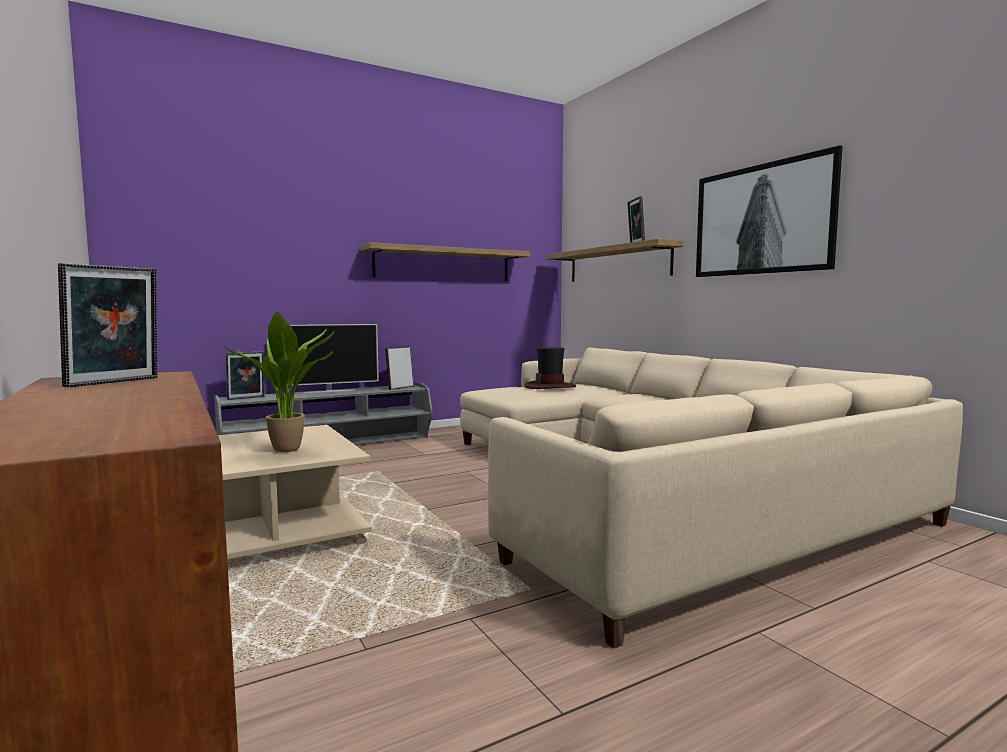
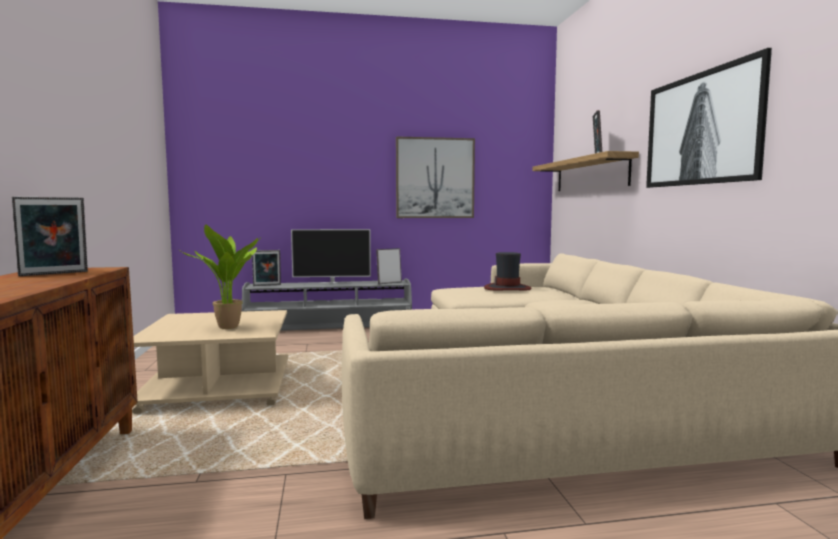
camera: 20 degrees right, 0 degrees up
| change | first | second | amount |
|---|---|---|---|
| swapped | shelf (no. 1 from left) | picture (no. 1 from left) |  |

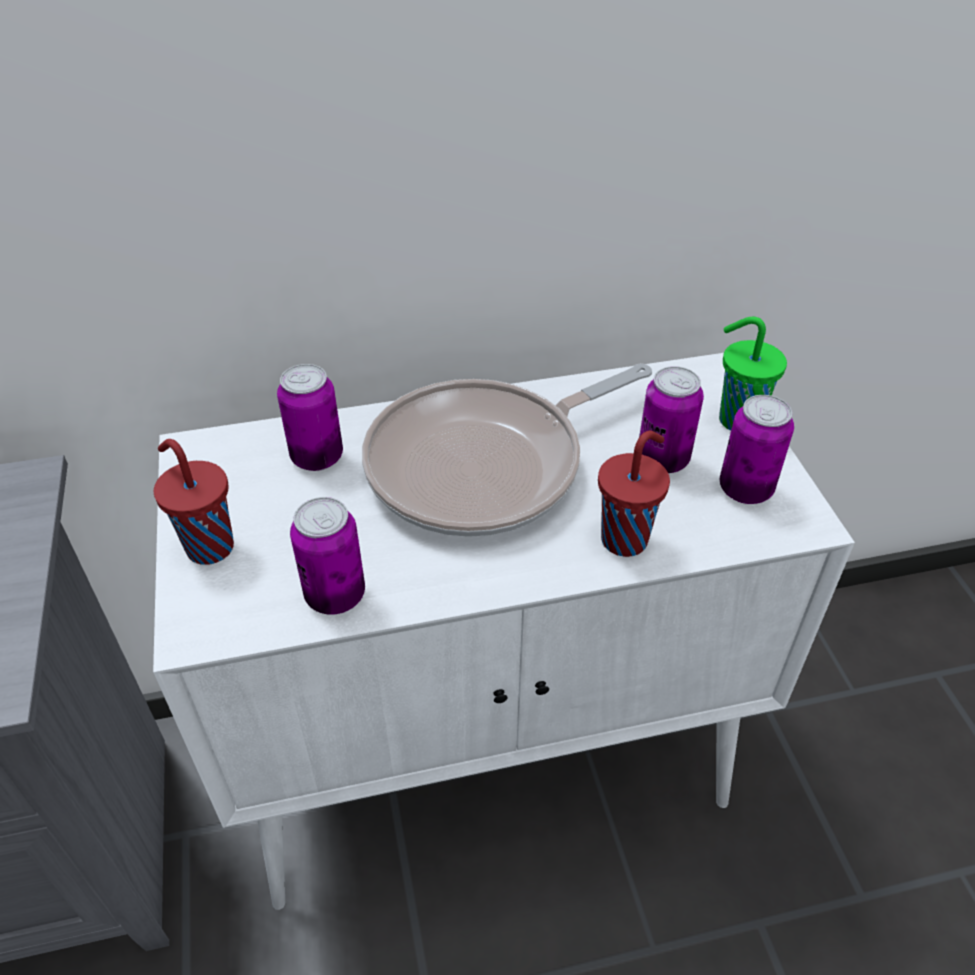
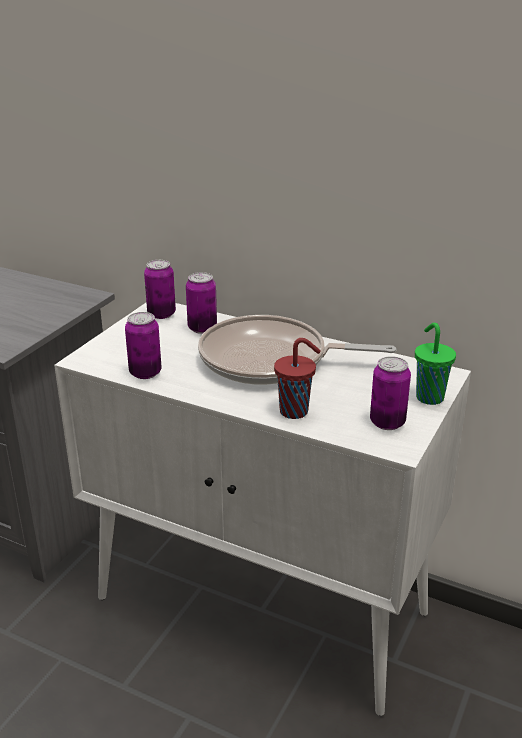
camera: 40 degrees right, 15 degrees down
| change | first | second | amount |
|---|---|---|---|
| shifted | can (no. 3 from left in the first image) | can (no. 2 from left) |  |
| gone | cup in red (no. 1 from left) |  |  |

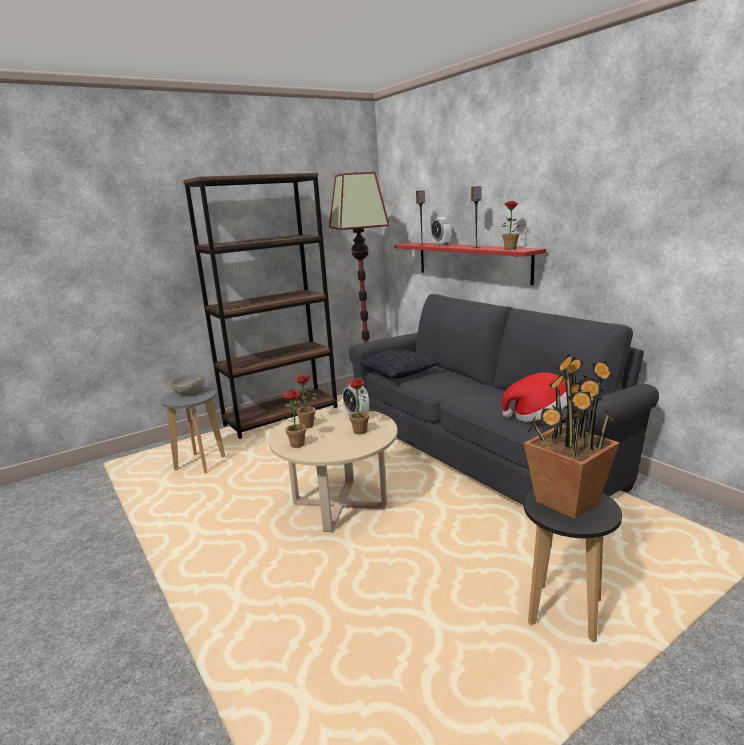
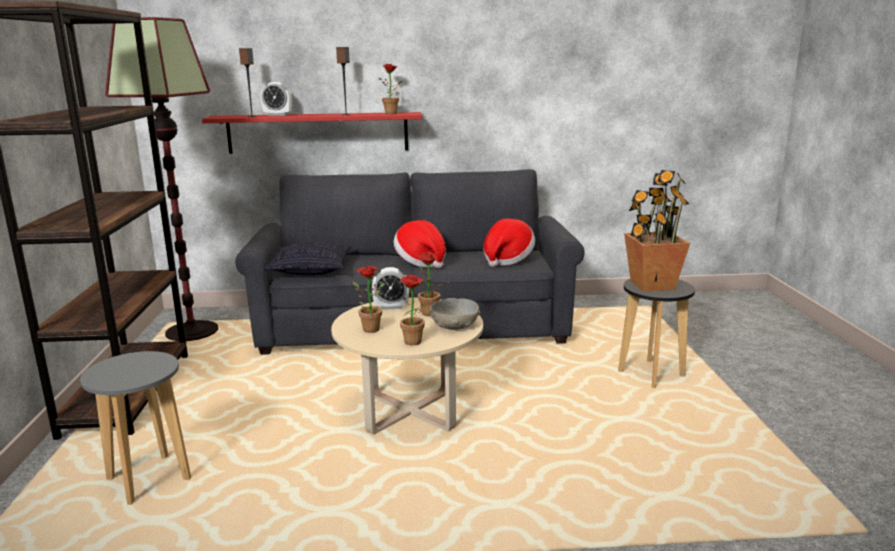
camera: 60 degrees left, 0 degrees up
| change | first | second | amount |
|---|---|---|---|
| shifted | bowl in grey |  |  |
| new |  | hat (no. 1 from left) |  |

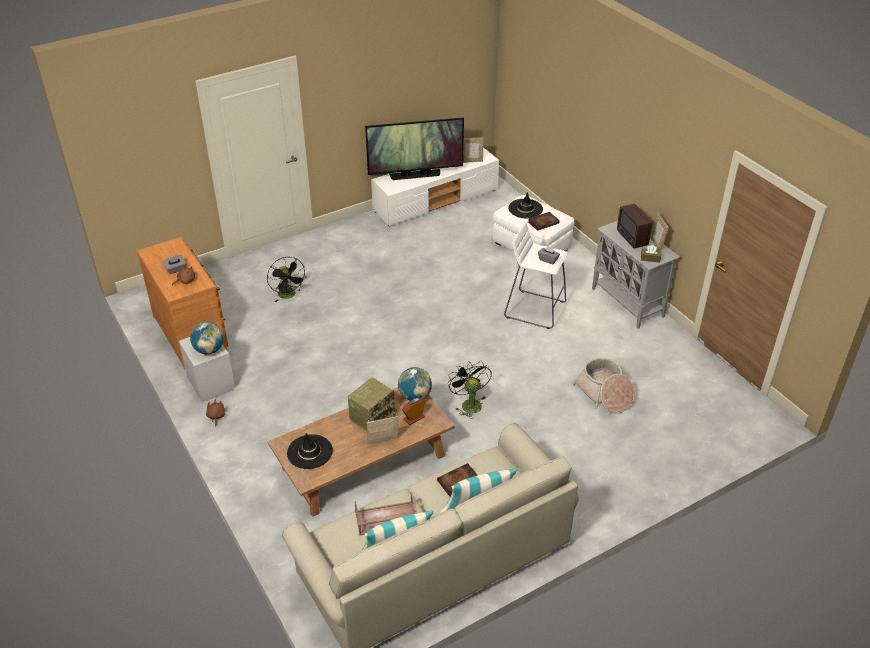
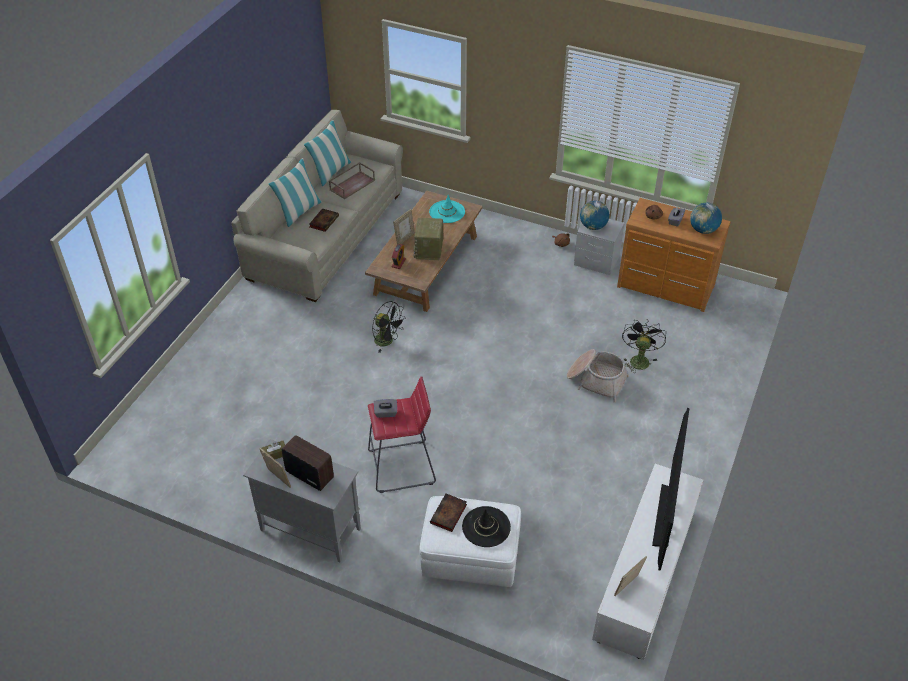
camera: 145 degrees right, 5 degrees up
| change | first | second | amount |
|---|---|---|---|
| rotated | television |  | 150 degrees clockwise |
| repainted | stool in white | stool in red |  |
| rotated | fan in black (no. 1 from left in the first image) | fan in black (no. 2 from left) | 75 degrees clockwise |
| shifted | basket |  |  |
| shifted | globe (no. 2 from left) |  |  |
| repainted | hat in black (no. 1 from left) | hat in turquoise |  |

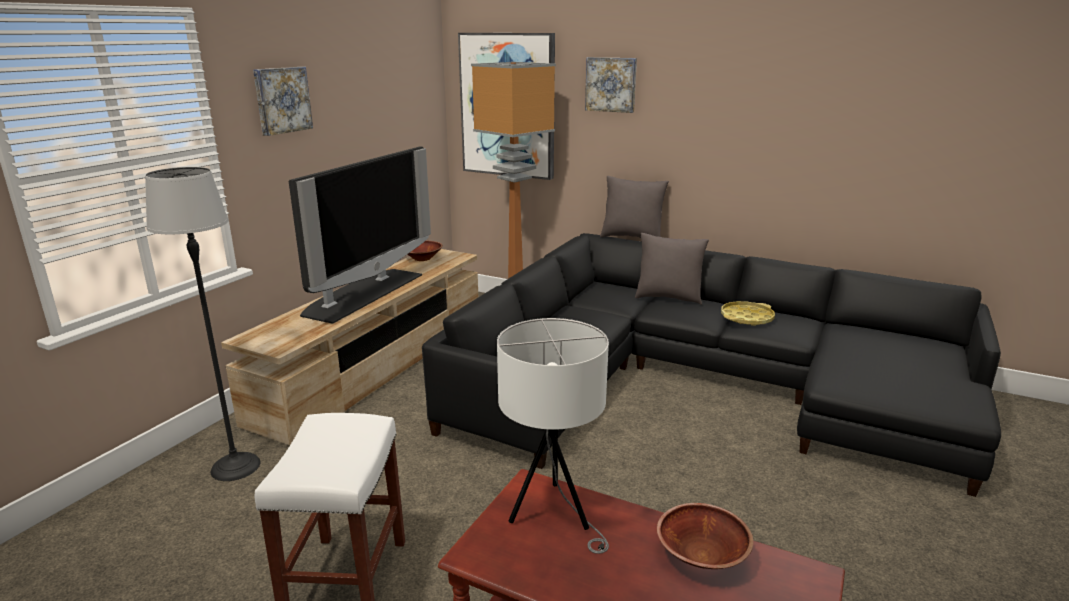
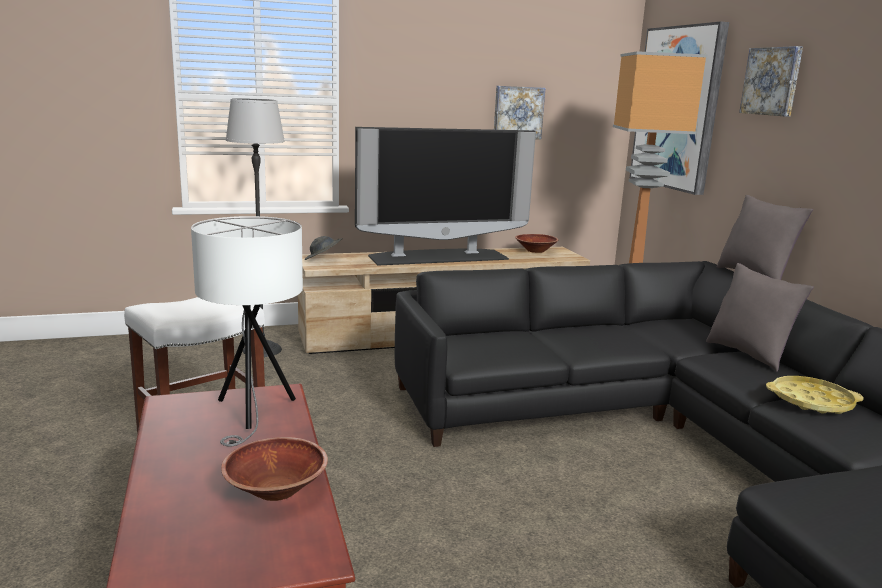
camera: 45 degrees right, 5 degrees down
| change | first | second | amount |
|---|---|---|---|
| shifted | picture (no. 1 from left) |  |  |
| new |  | hat in grey |  |

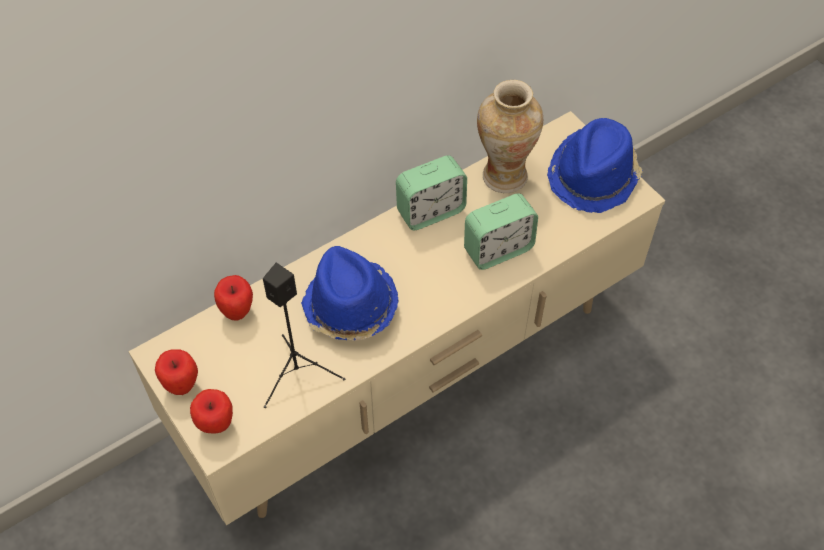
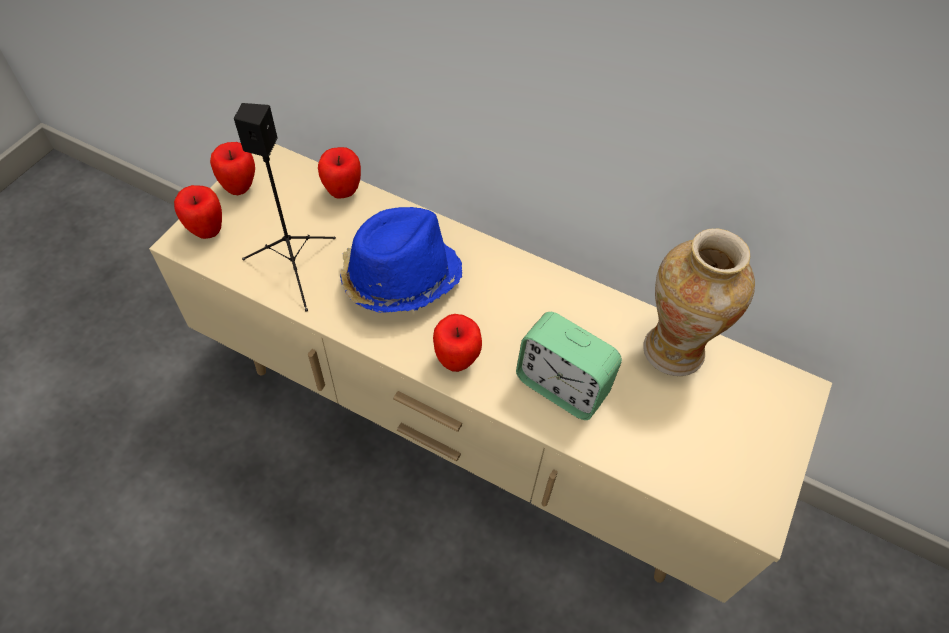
camera: 60 degrees right, 0 degrees up
| change | first | second | amount |
|---|---|---|---|
| gone | hat in blue (no. 2 from left) |  |  |
| gone | alarm clock (no. 1 from left) |  |  |
| new |  | apple (no. 4 from left) |  |

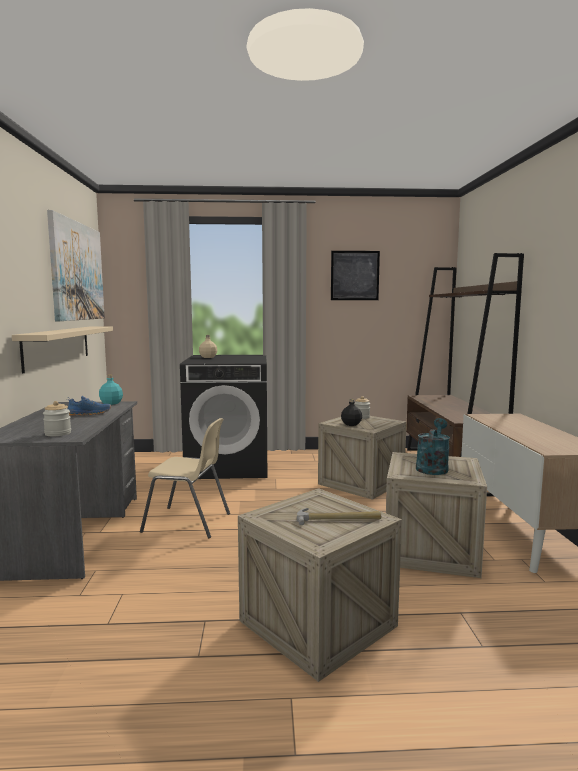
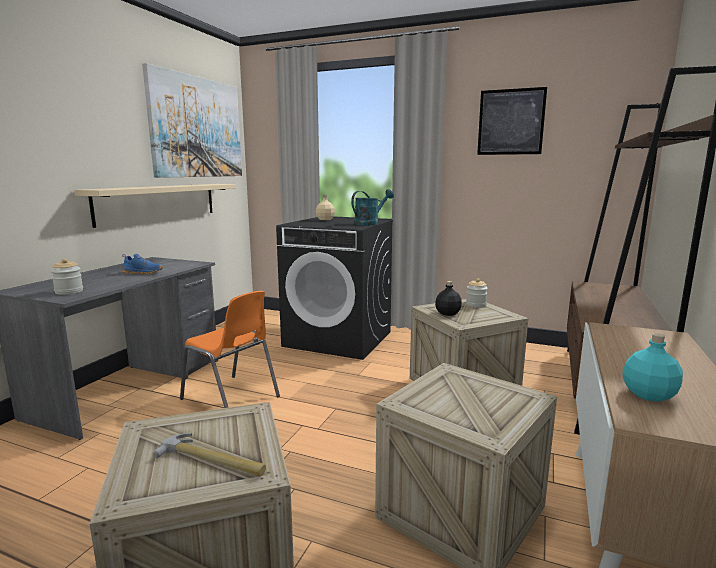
camera: 25 degrees right, 5 degrees up
| change | first | second | amount |
|---|---|---|---|
| shifted | bottle in turquoise |  |  |
| repainted | chair in beige | chair in orange |  |
| shifted | watering can in turquoise |  |  |

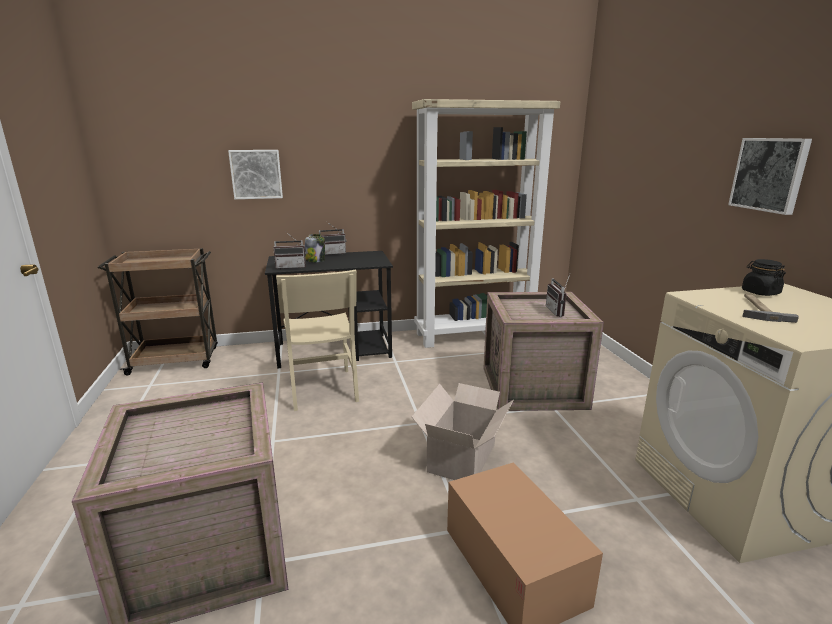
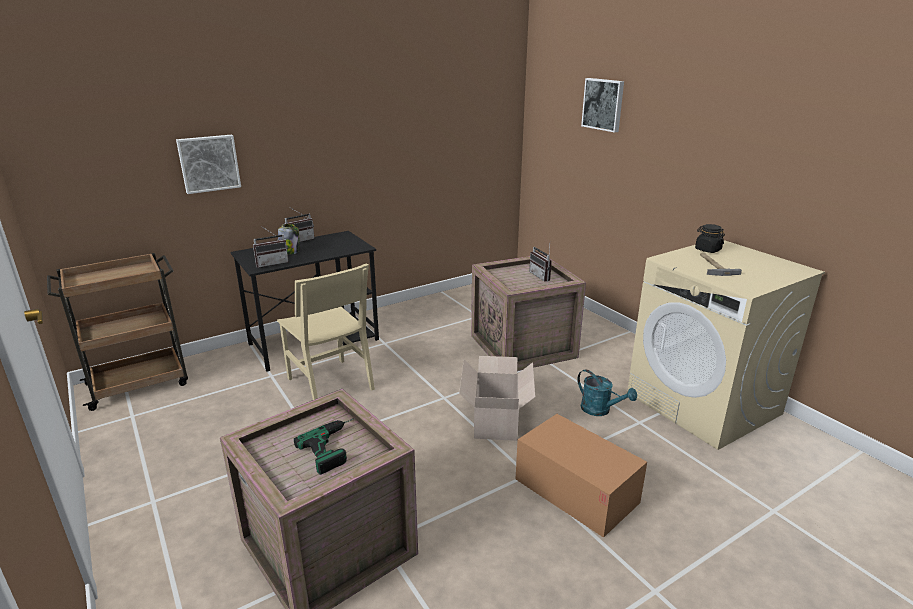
camera: 20 degrees left, 5 degrees up
| change | first | second | amount |
|---|---|---|---|
| gone | bookcase in beige |  |  |
| shifted | picture (no. 2 from left) |  |  |
| new |  | watering can in turquoise |  |
| new |  | power drill |  |

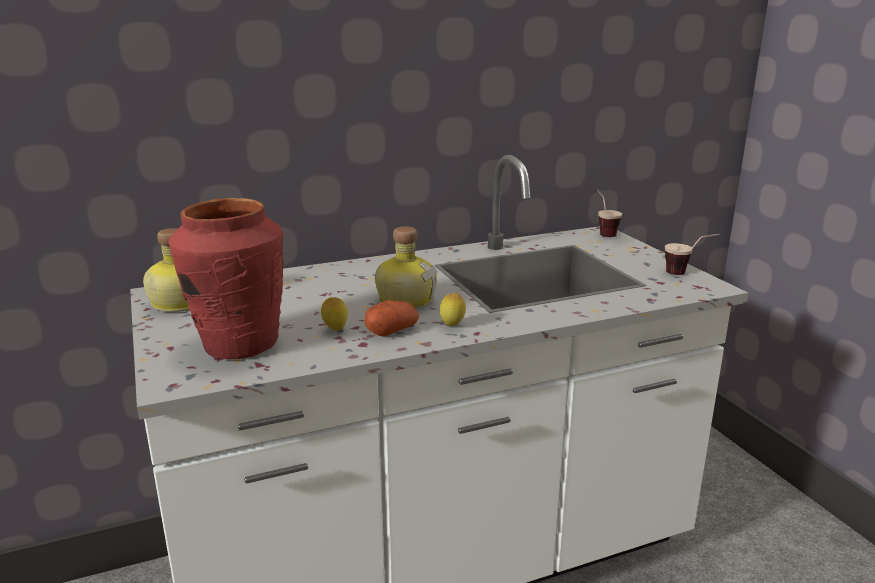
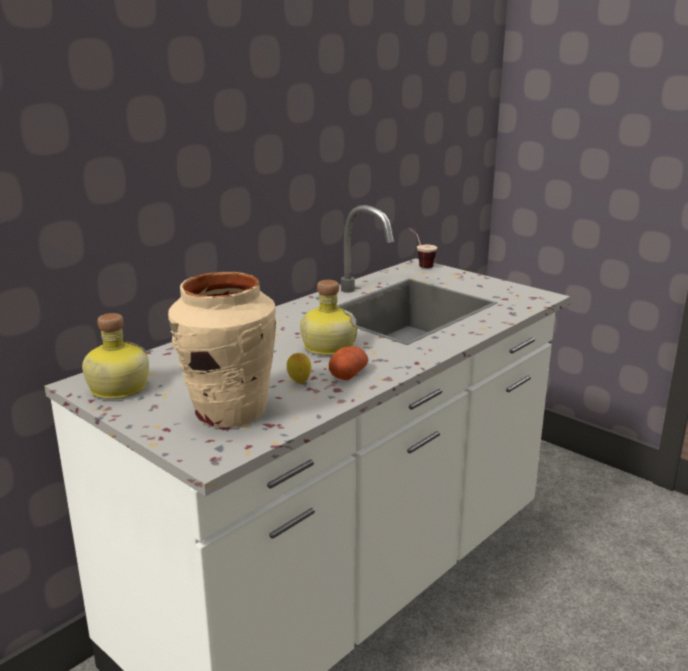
camera: 25 degrees left, 0 degrees up
| change | first | second | amount |
|---|---|---|---|
| repainted | vase in red | vase in beige |  |
| gone | cup (no. 2 from left) |  |  |
| gone | lemon (no. 2 from left) |  |  |

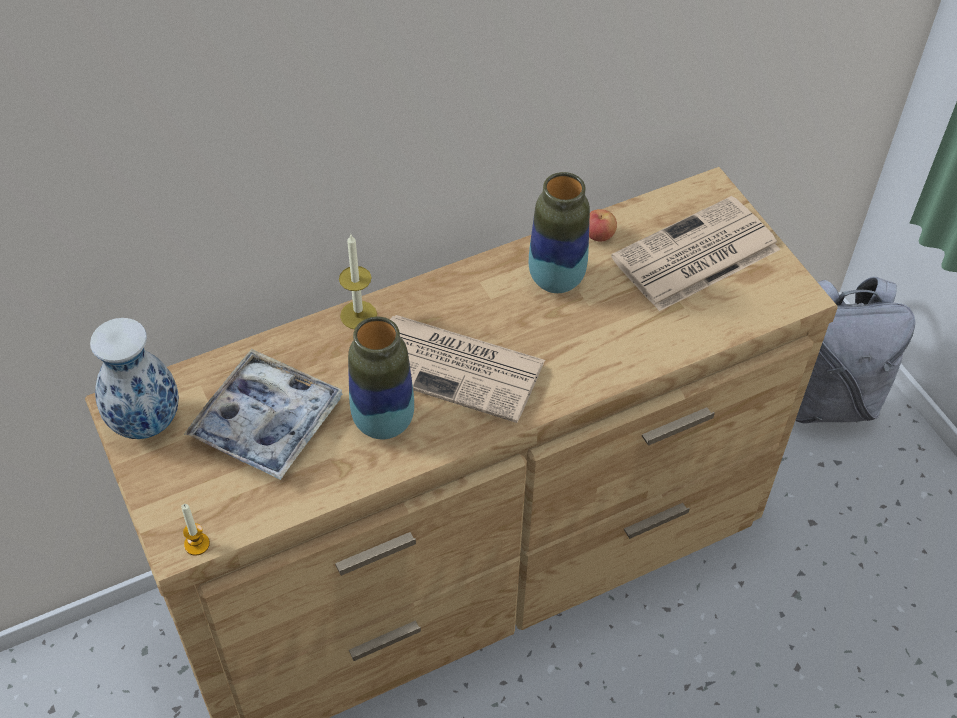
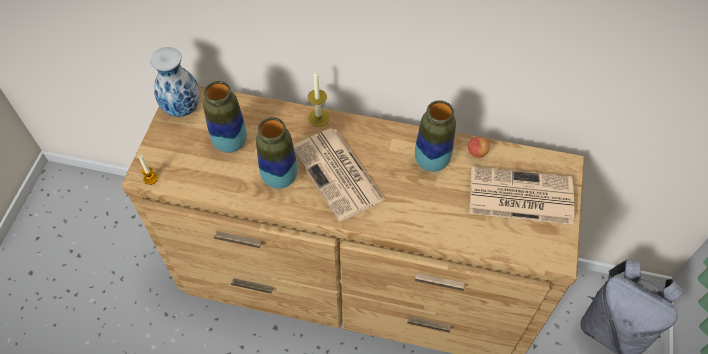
camera: 40 degrees right, 5 degrees up
| change | first | second | amount |
|---|---|---|---|
| swapped | tray | vase (no. 2 from left) |  |

